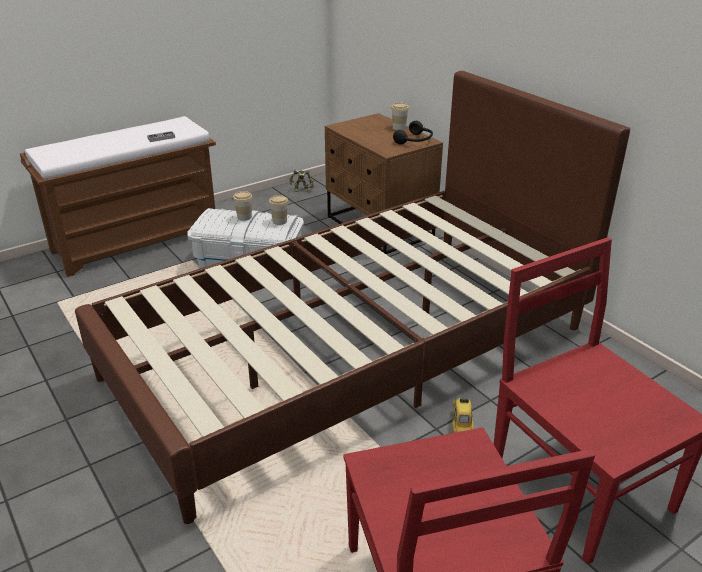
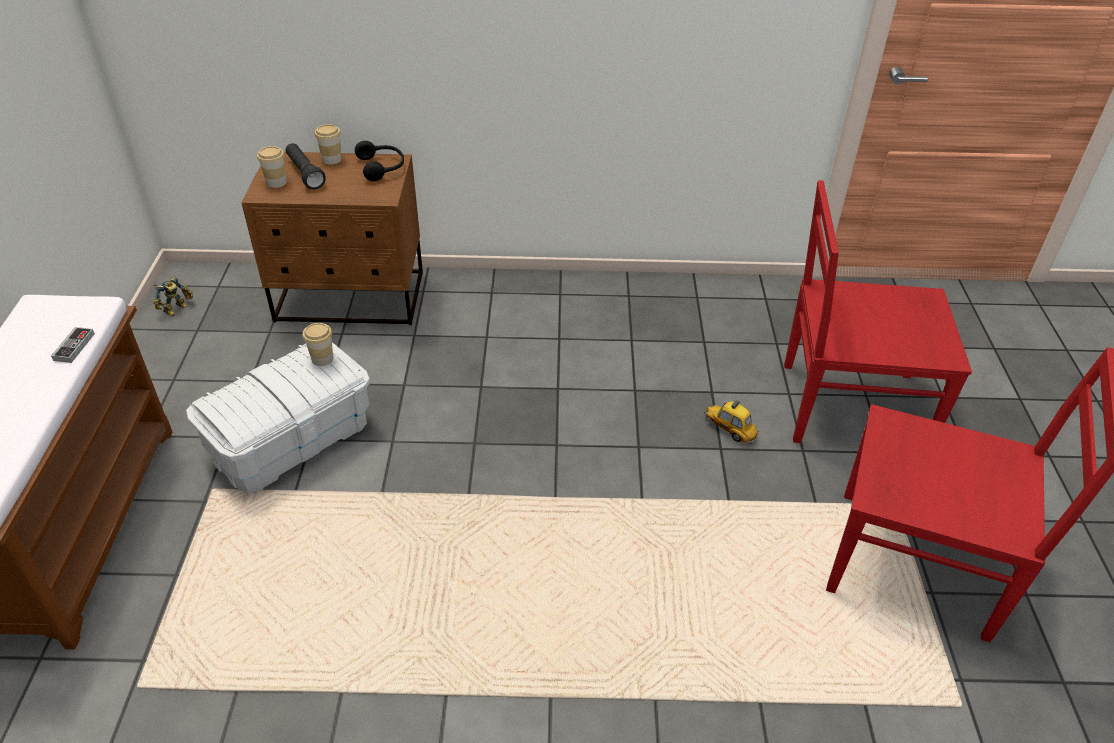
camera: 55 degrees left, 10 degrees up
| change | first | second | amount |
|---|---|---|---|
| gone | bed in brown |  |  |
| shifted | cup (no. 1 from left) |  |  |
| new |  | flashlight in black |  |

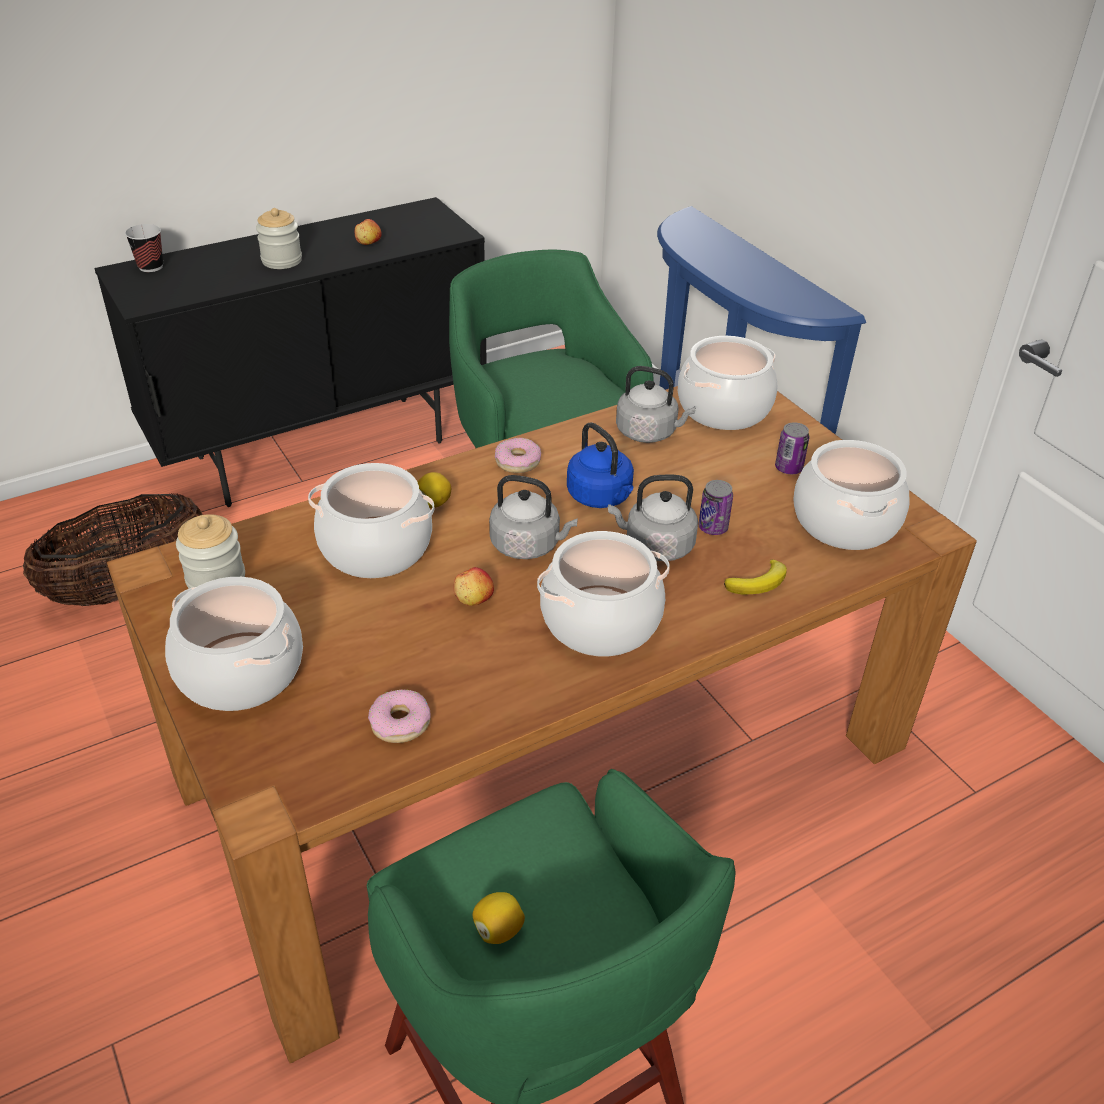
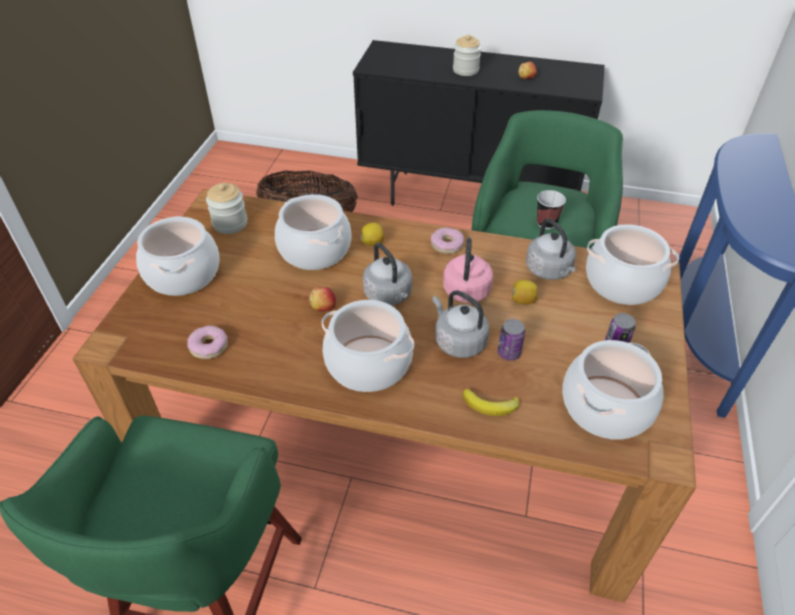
camera: 45 degrees right, 5 degrees up
| change | first | second | amount |
|---|---|---|---|
| shifted | cup |  |  |
| repainted | kettle in blue | kettle in pink |  |
| shifted | lemon (no. 2 from left) |  |  |

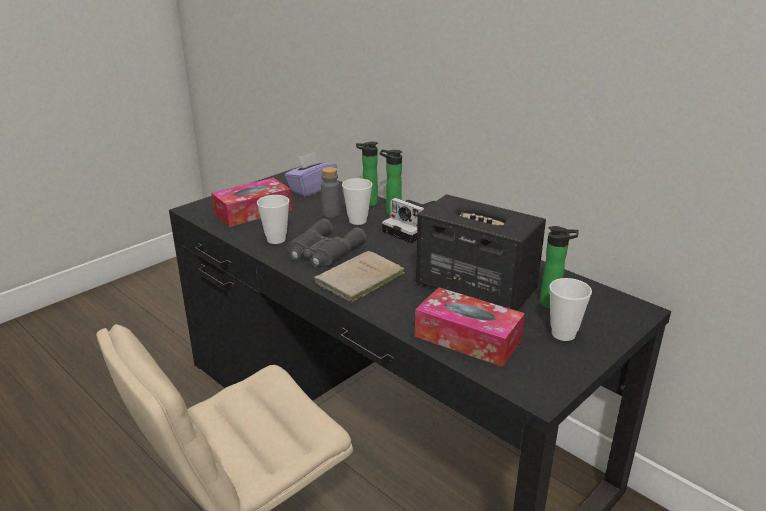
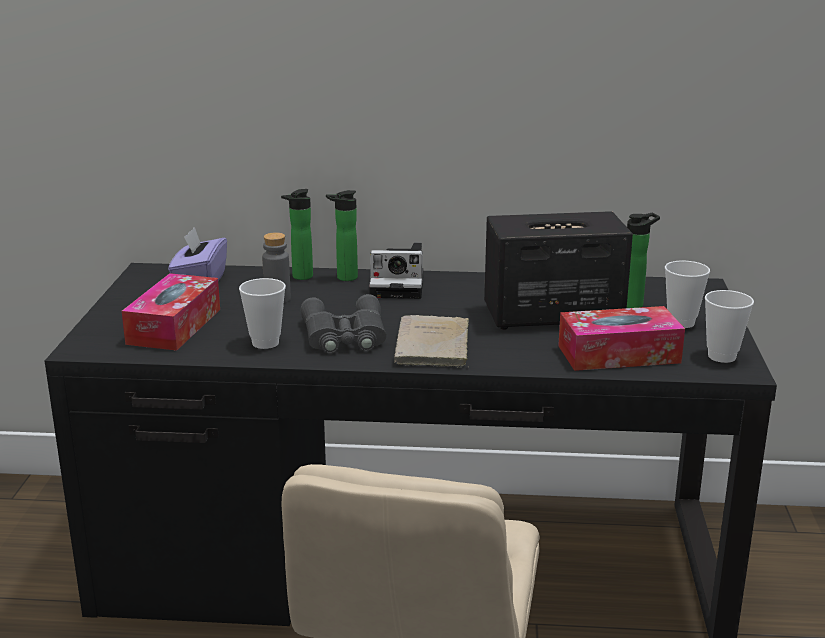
camera: 40 degrees left, 5 degrees down
| change | first | second | amount |
|---|---|---|---|
| shifted | cup (no. 2 from left in the first image) | cup (no. 3 from left) |  |

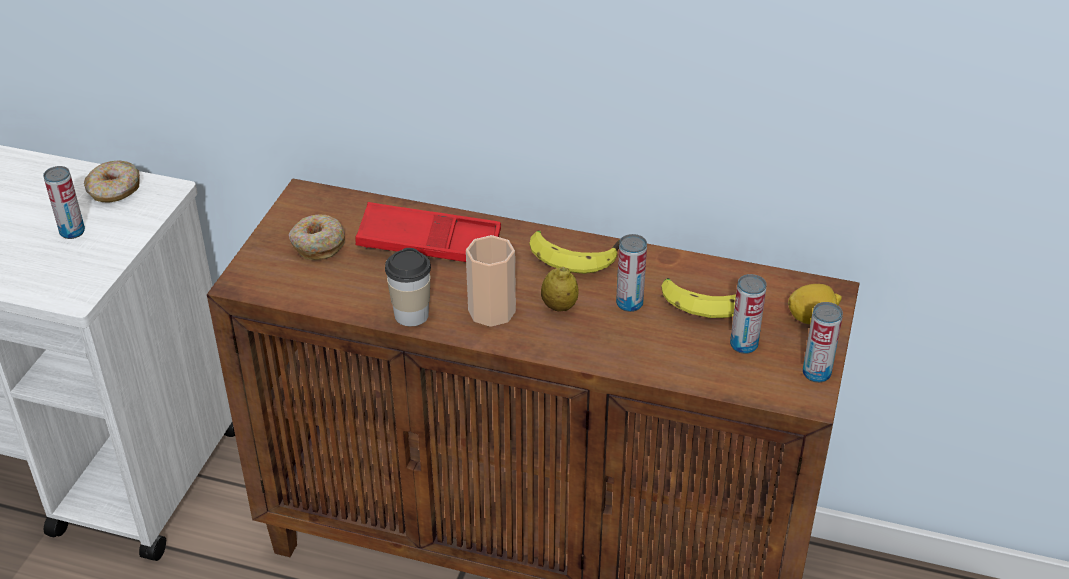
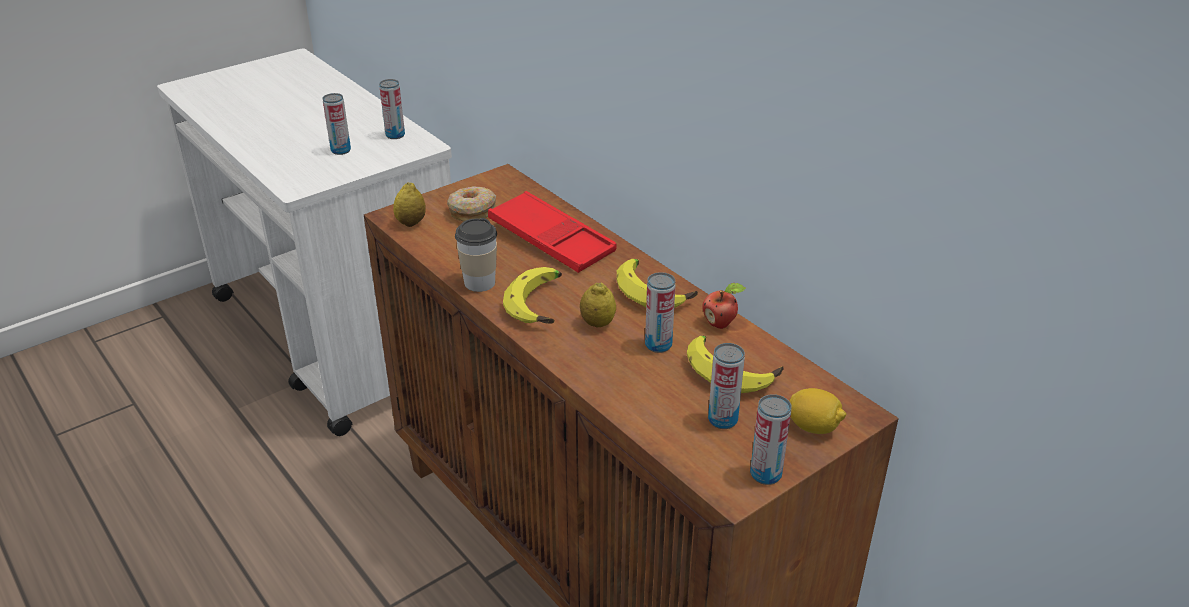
camera: 35 degrees right, 5 degrees down
| change | first | second | amount |
|---|---|---|---|
| swapped | donut (no. 1 from left) | can (no. 2 from left) |  |
| swapped | cup (no. 2 from left) | banana (no. 1 from left) |  |
| new |  | lemon (no. 1 from left) |  |
| new |  | apple |  |

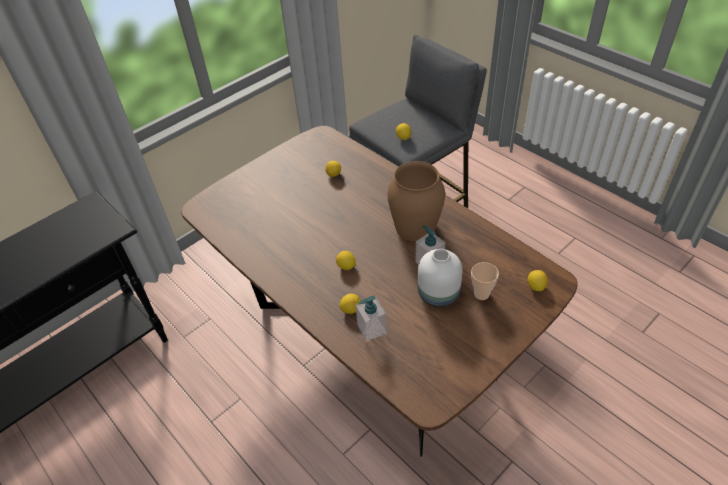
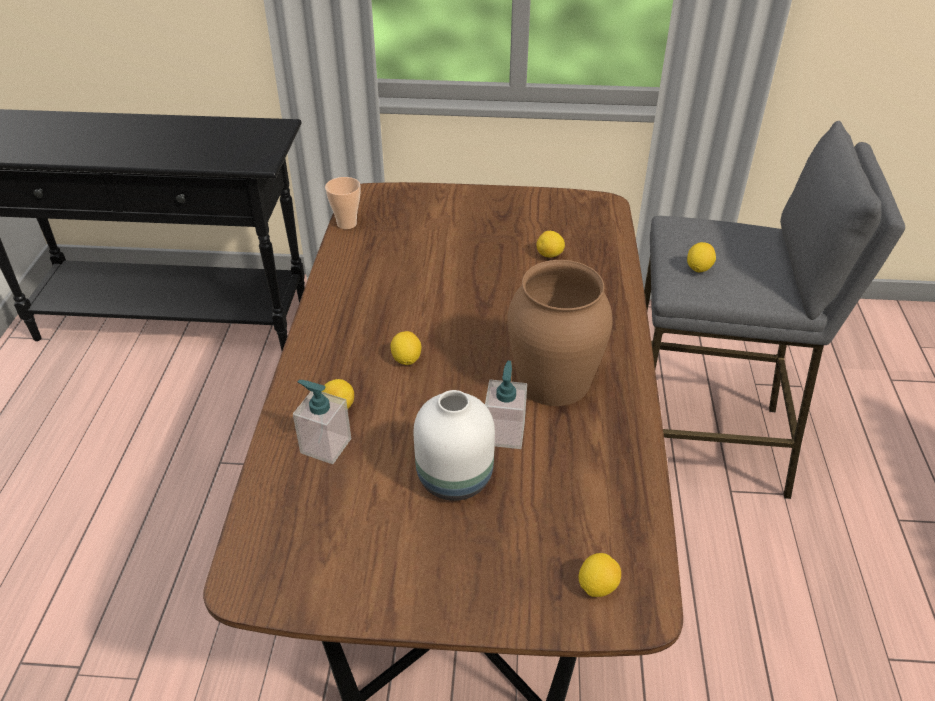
camera: 45 degrees right, 5 degrees down
| change | first | second | amount |
|---|---|---|---|
| shifted | cup |  |  |

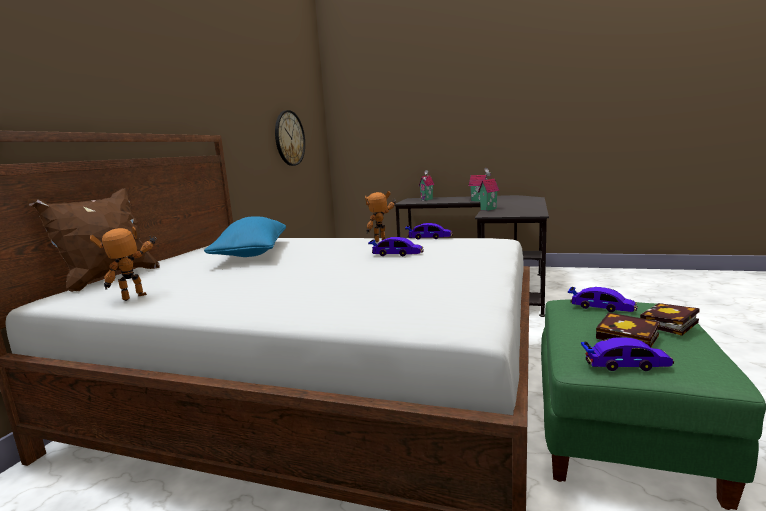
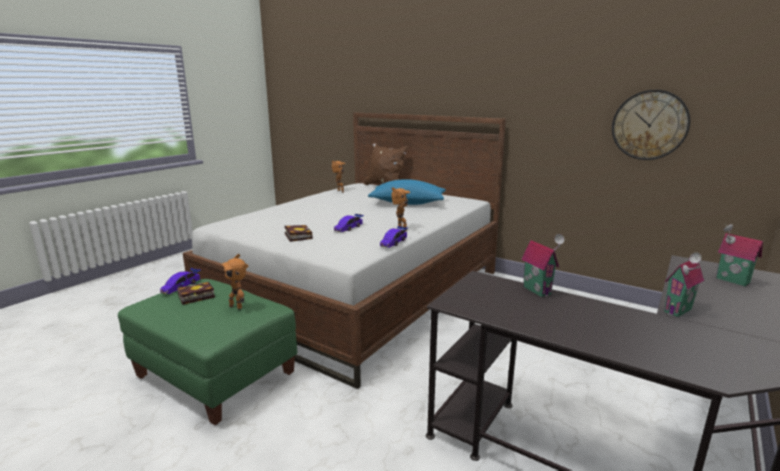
camera: 105 degrees right, 5 degrees up
| change | first | second | amount |
|---|---|---|---|
| swapped | toy car (no. 3 from left) | toy robot (no. 1 from left) |  |
| shifted | book (no. 2 from left) |  |  |

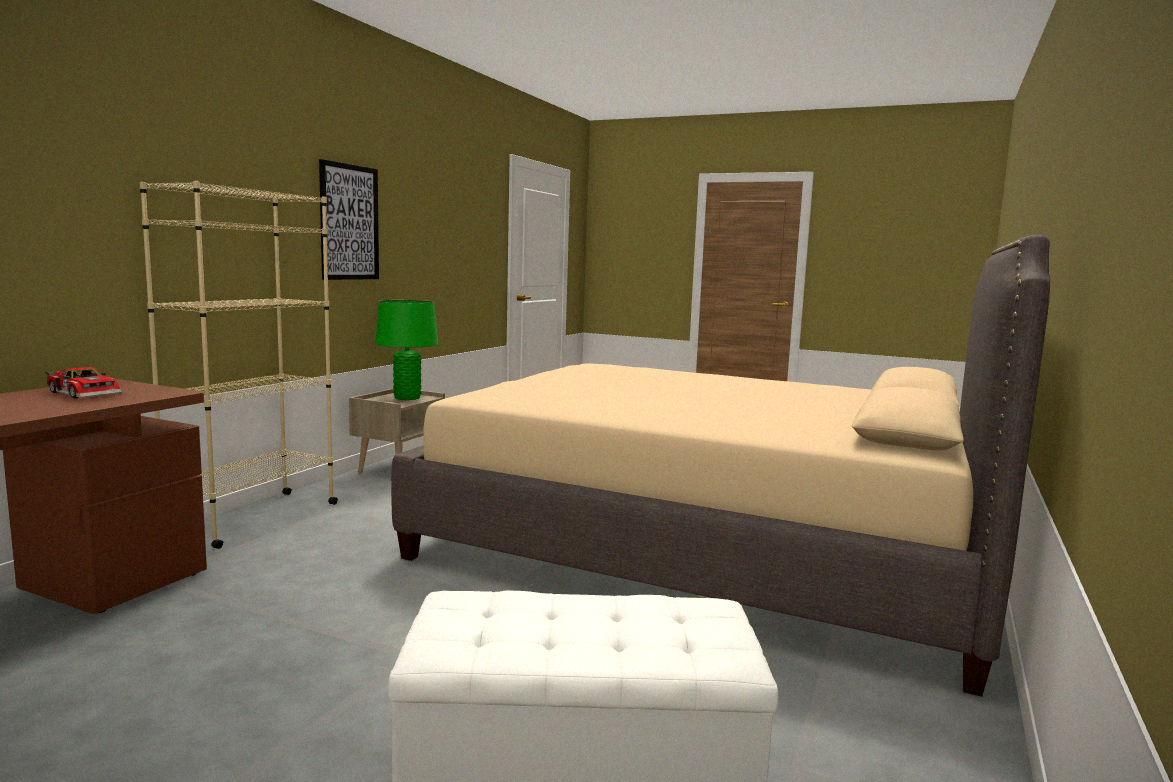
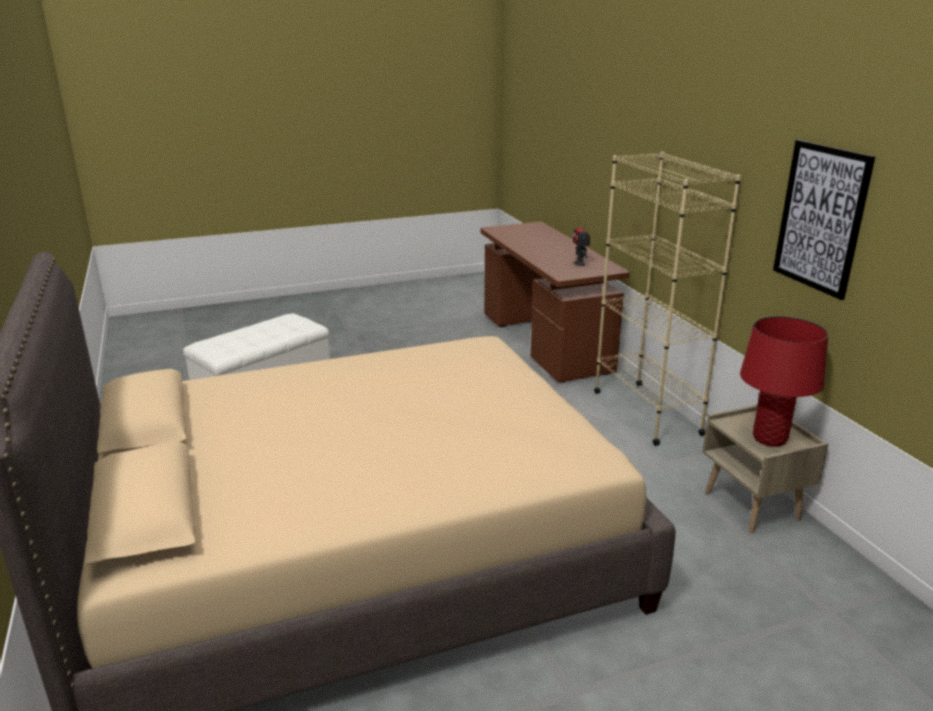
camera: 135 degrees right, 15 degrees up
| change | first | second | amount |
|---|---|---|---|
| repainted | table lamp in green | table lamp in red |  |
| swapped | toy car | toy robot |  |

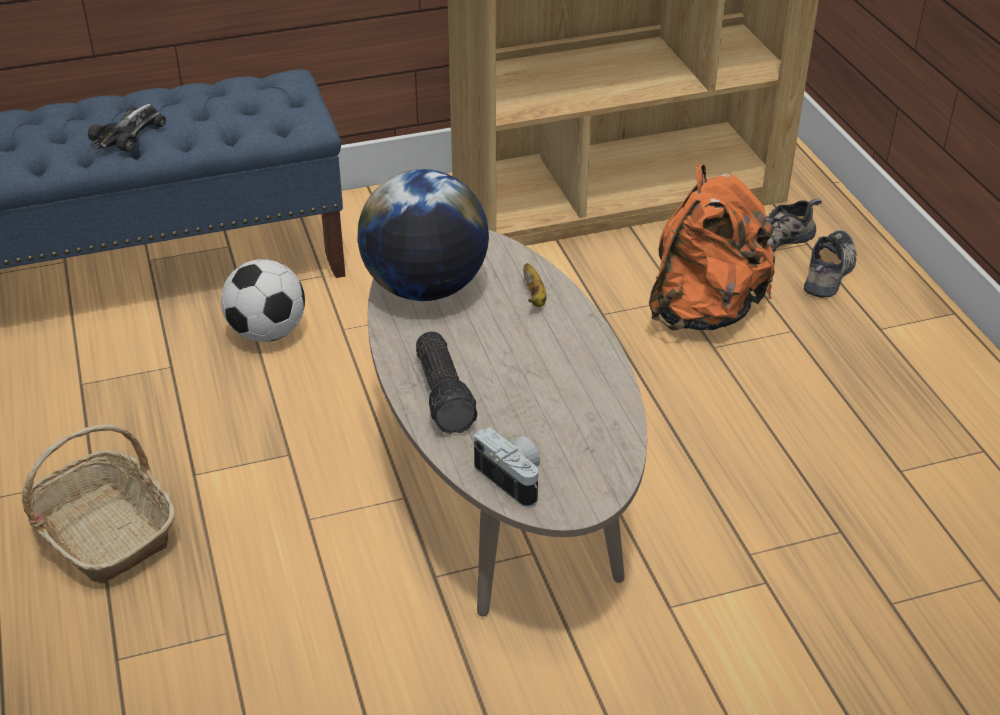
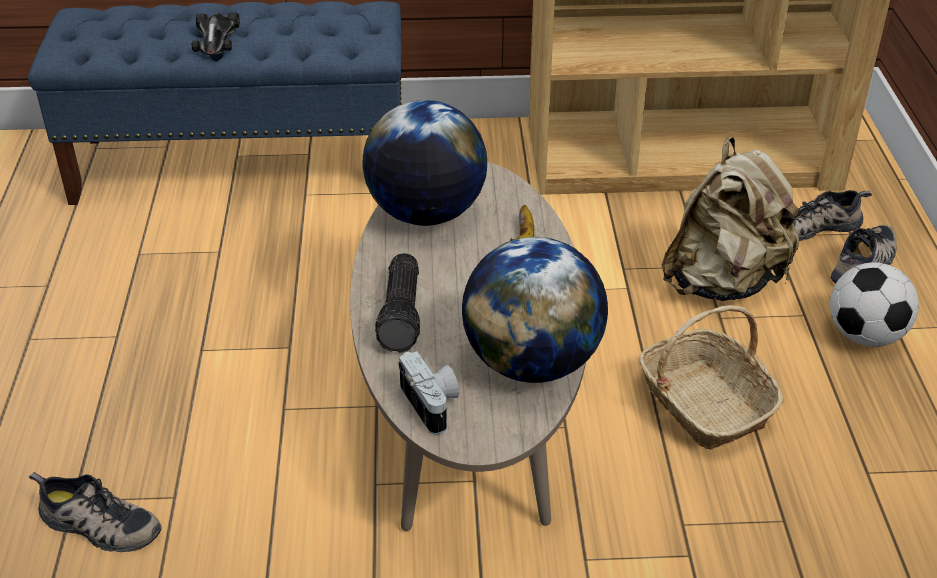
camera: 15 degrees right, 0 degrees up
| change | first | second | amount |
|---|---|---|---|
| rotated | toy car |  | 135 degrees clockwise |
| repainted | backpack in orange | backpack in beige |  |
| shifted | football |  |  |
| shifted | basket |  |  |
| new |  | globe (no. 2 from left) |  |
| new |  | shoe (no. 1 from left) |  |

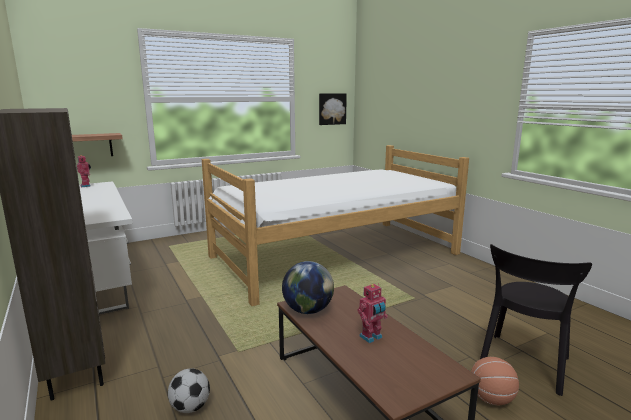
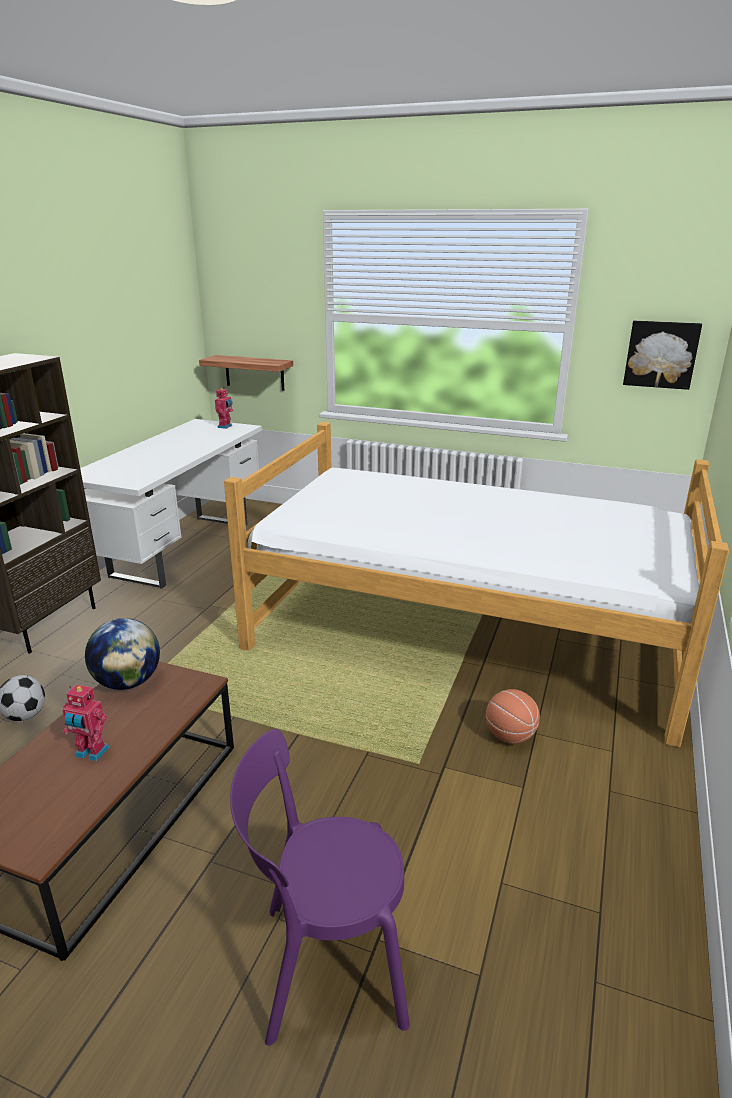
camera: 50 degrees right, 10 degrees up
| change | first | second | amount |
|---|---|---|---|
| repainted | chair in black | chair in purple |  |
| shifted | basketball |  |  |

